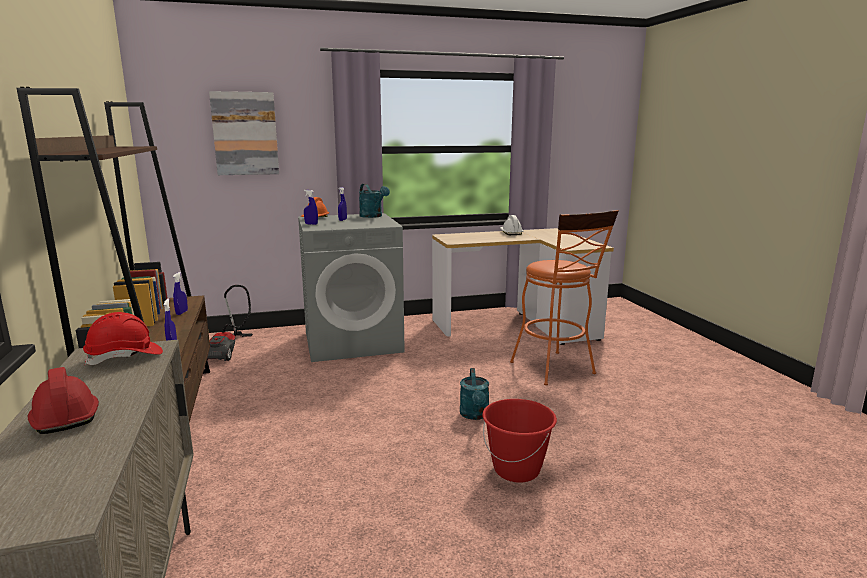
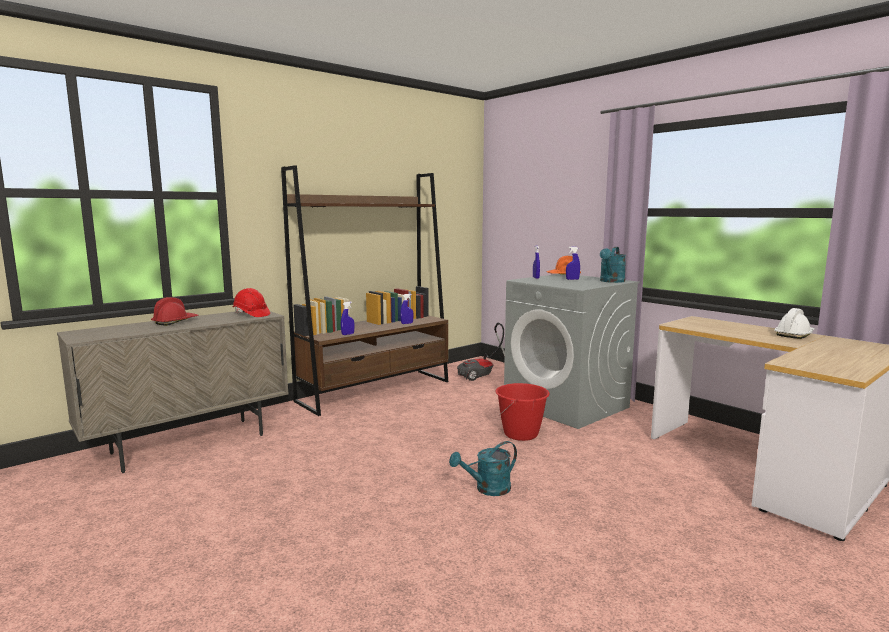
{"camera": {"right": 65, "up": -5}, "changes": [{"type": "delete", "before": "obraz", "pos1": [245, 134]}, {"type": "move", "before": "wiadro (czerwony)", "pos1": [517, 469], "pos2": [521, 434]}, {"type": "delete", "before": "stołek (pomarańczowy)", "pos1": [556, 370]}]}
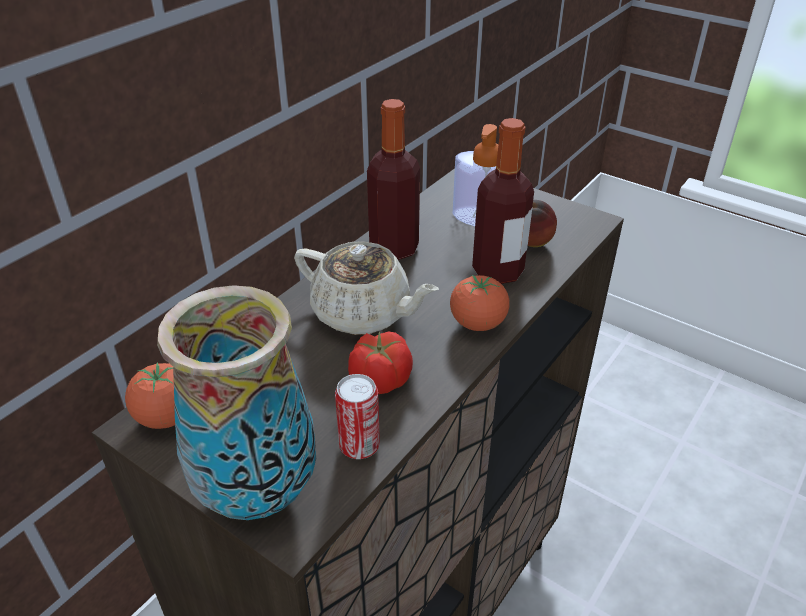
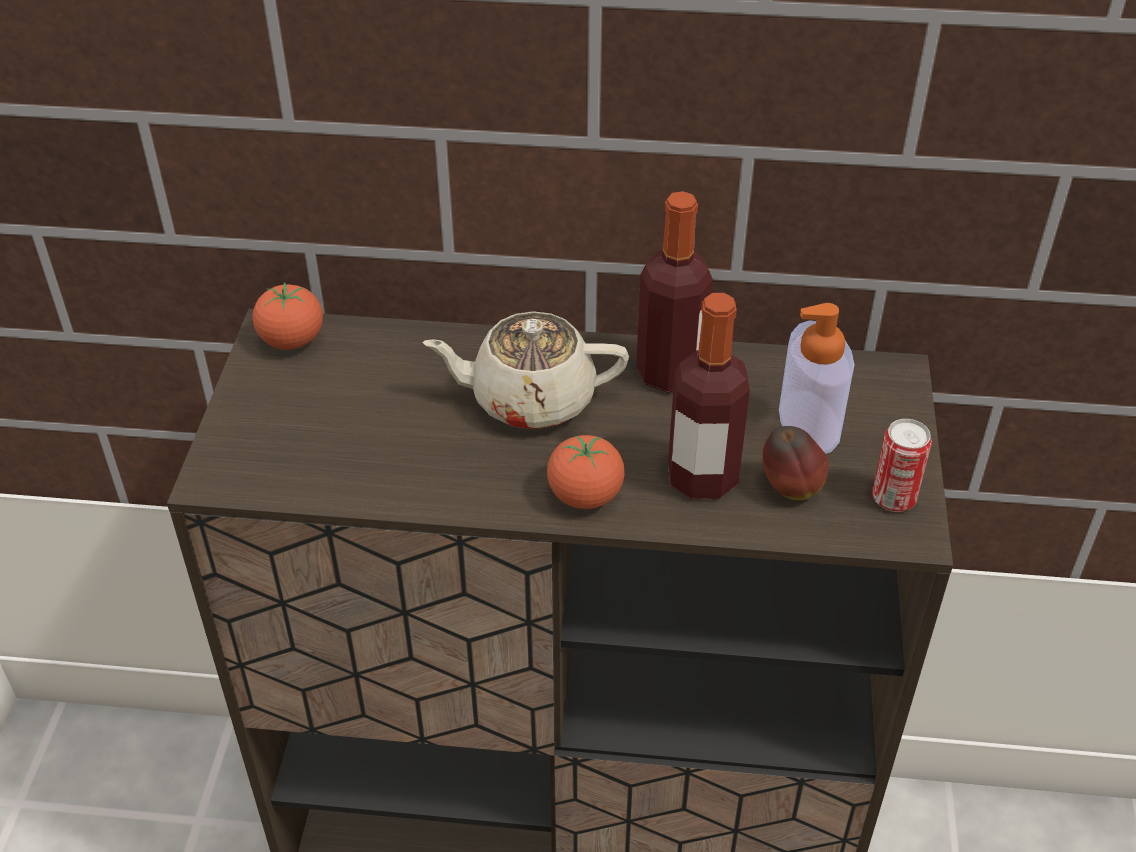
{"camera": {"right": 60, "up": 5}, "changes": [{"type": "delete", "before": "wazon", "pos1": [258, 491]}, {"type": "rotate", "before": "imbryk (beżowy)", "pos1": [363, 313], "pos2": [530, 399], "turn": 90}, {"type": "move", "before": "puszka", "pos1": [359, 446], "pos2": [893, 498]}, {"type": "delete", "before": "pomidor", "pos1": [380, 380]}]}
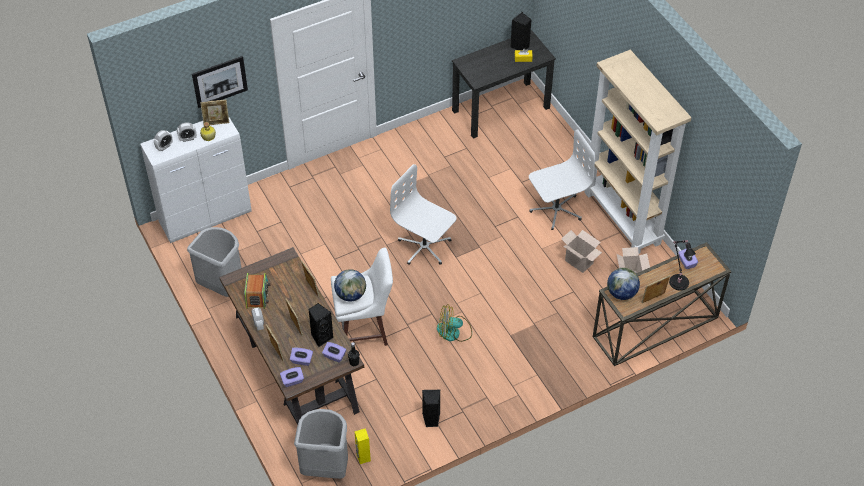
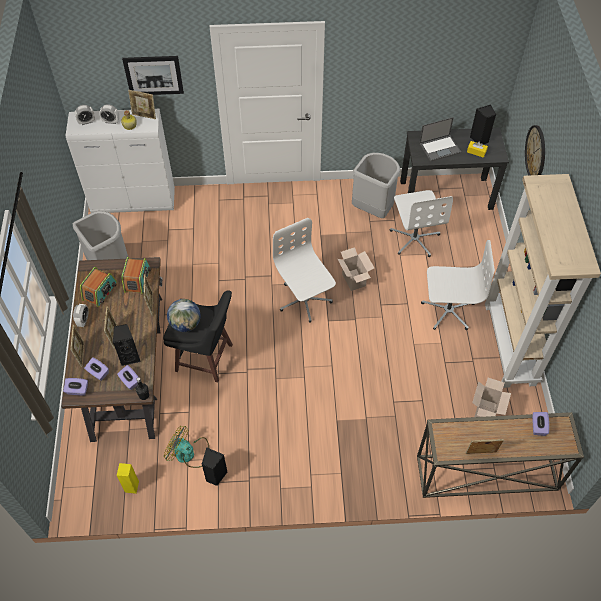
{"camera": {"right": 25, "up": 5}, "changes": [{"type": "move", "before": "kosz na śmieci (szary)", "pos1": [325, 467], "pos2": [373, 209]}, {"type": "recolor", "before": "stołek (biały)", "after": "stołek (czarny)", "pos1": [364, 330], "pos2": [205, 359]}, {"type": "move", "before": "wentylator", "pos1": [454, 332], "pos2": [189, 453]}, {"type": "move", "before": "karton", "pos1": [580, 262], "pos2": [354, 280]}, {"type": "delete", "before": "globus", "pos1": [621, 293]}, {"type": "delete", "before": "lampa stołowa (czarny)", "pos1": [678, 281]}, {"type": "insert", "after": "radio", "pos2": [137, 280]}, {"type": "insert", "after": "krzesło biurowe (biały)", "pos2": [414, 238]}, {"type": "insert", "after": "laptop", "pos2": [440, 148]}, {"type": "insert", "after": "zegar ścienny", "pos2": [536, 152]}]}
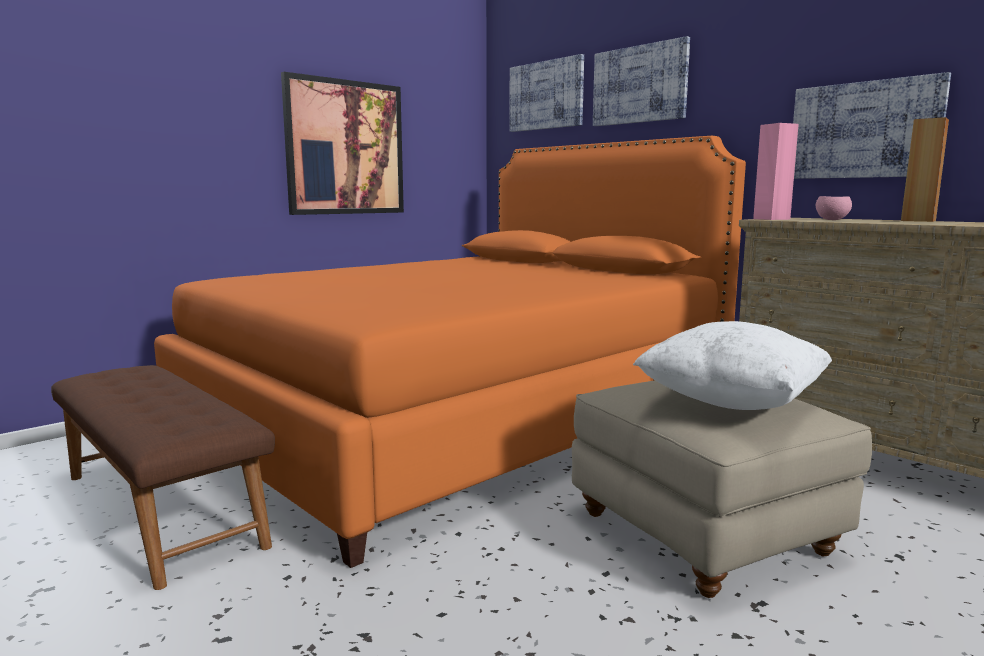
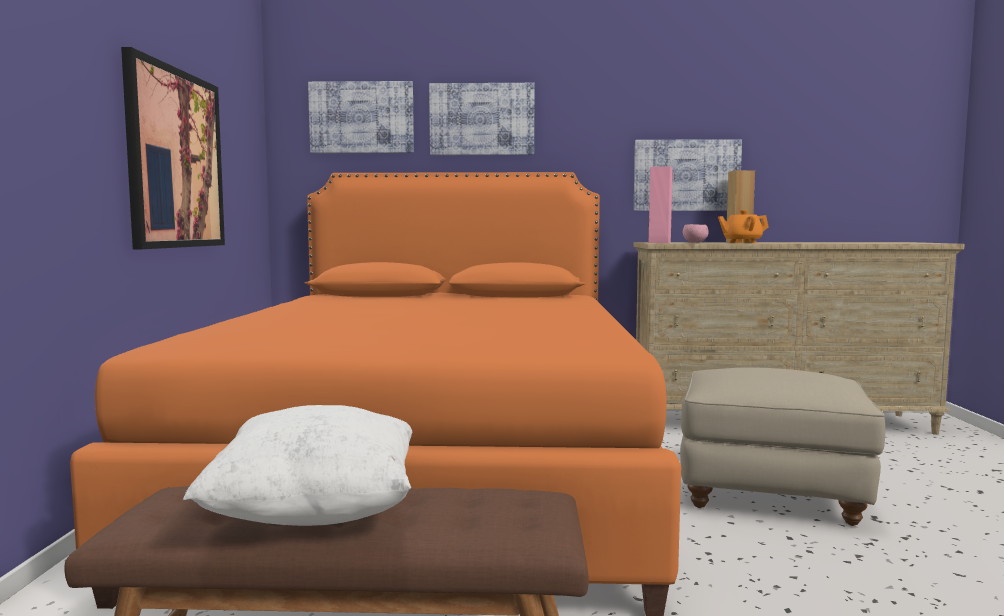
{"camera": {"right": -45, "up": -5}, "changes": [{"type": "move", "before": "poduszka (biały)", "pos1": [732, 402], "pos2": [317, 512]}, {"type": "insert", "after": "imbryk (pomarańczowy)", "pos2": [742, 242]}]}
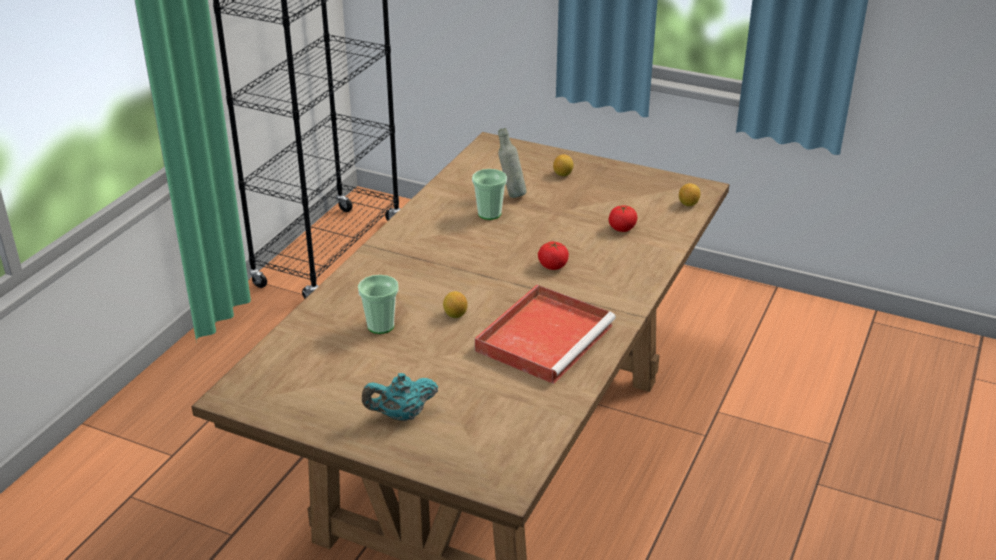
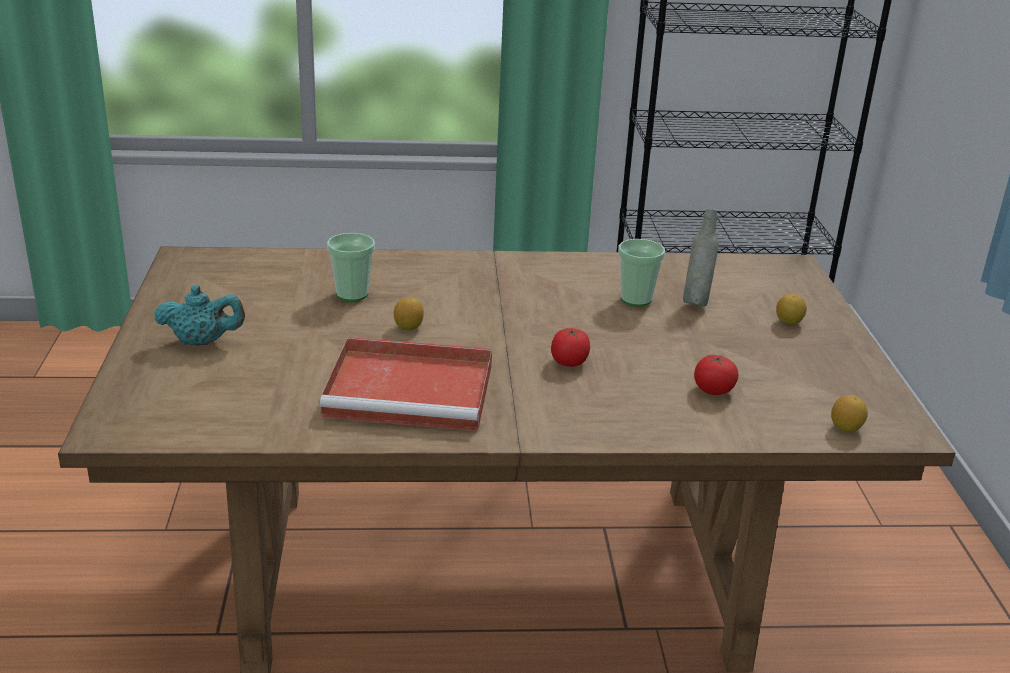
{"camera": {"right": 60, "up": -5}, "changes": [{"type": "rotate", "before": "imbryk (turkusowy)", "pos1": [401, 415], "pos2": [202, 342], "turn": 135}]}
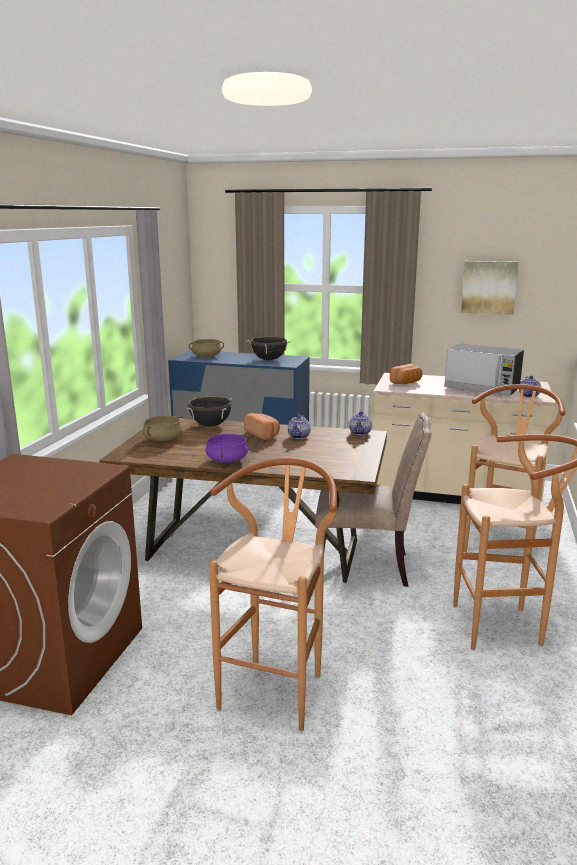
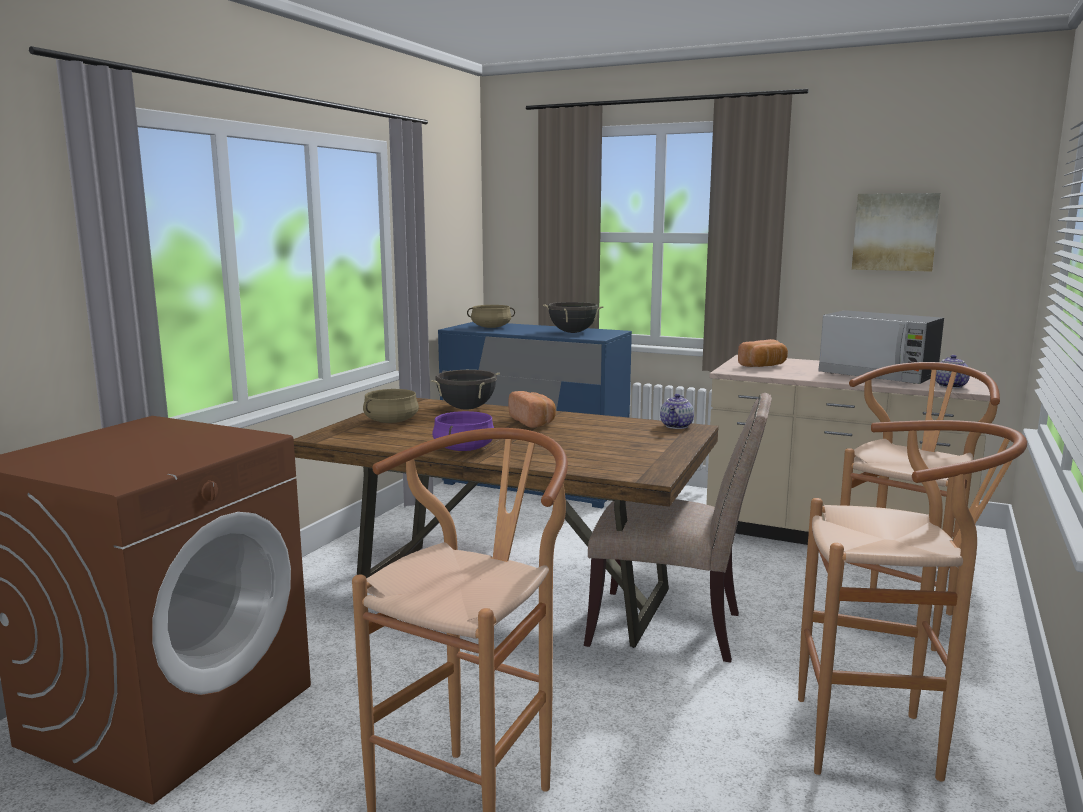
{"camera": {"right": 10, "up": -5}, "changes": [{"type": "delete", "before": "imbryk", "pos1": [299, 436]}]}
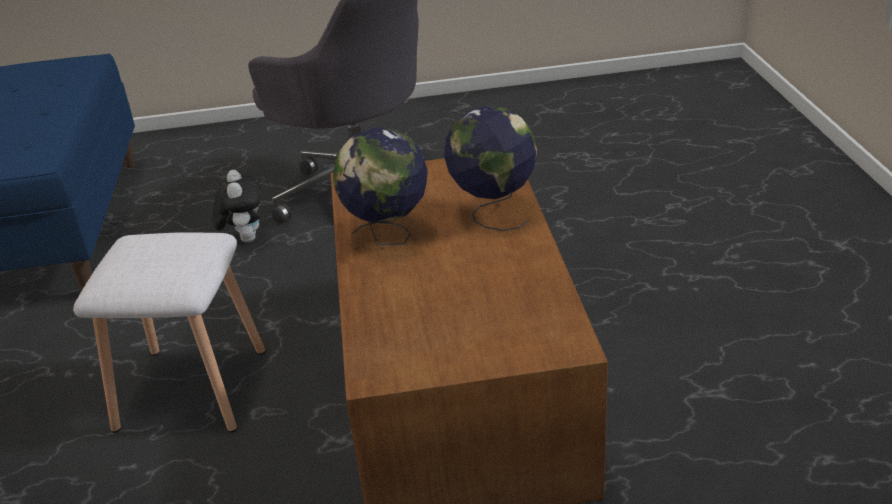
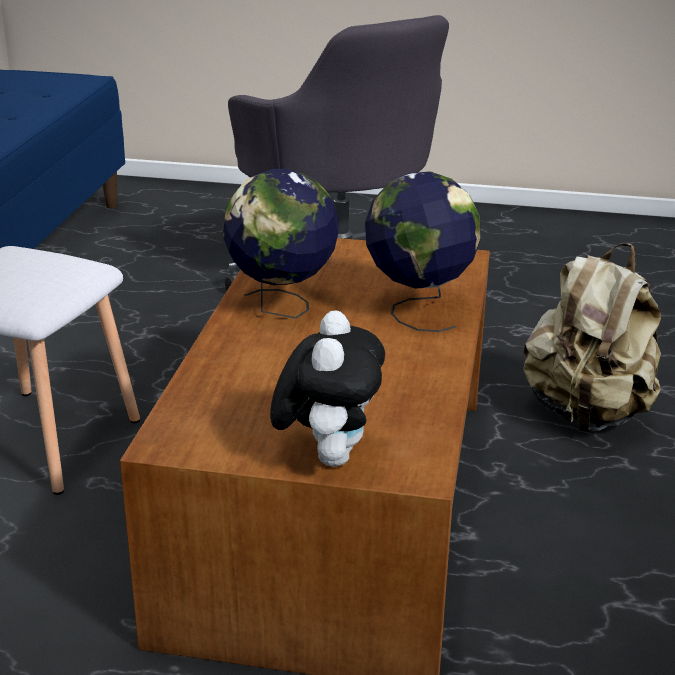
{"camera": {"right": 15, "up": -5}, "changes": [{"type": "move", "before": "pluszak", "pos1": [245, 238], "pos2": [327, 455]}, {"type": "insert", "after": "plecak (beżowy)", "pos2": [587, 413]}]}
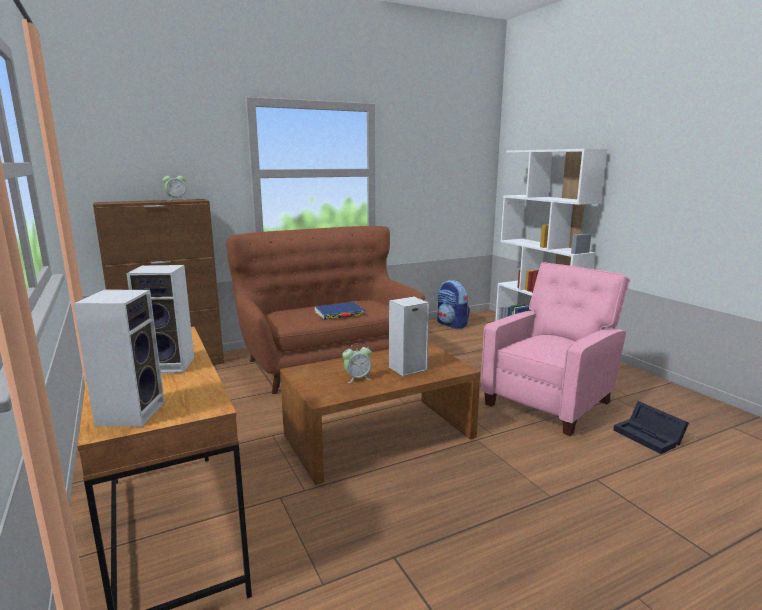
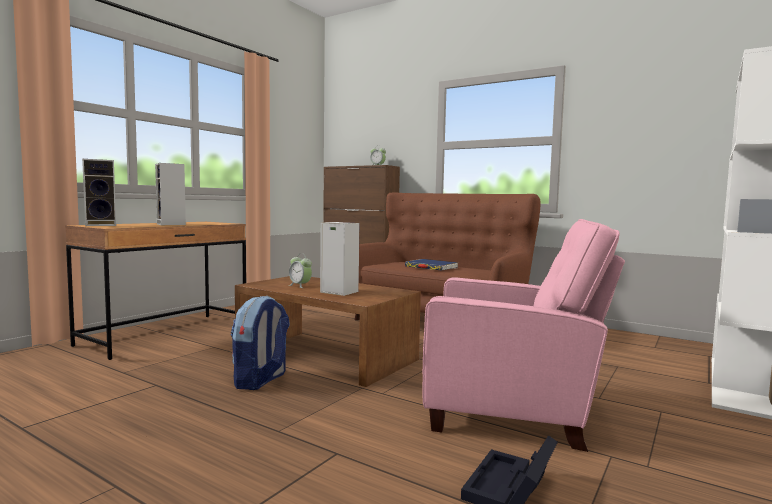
{"camera": {"right": 60, "up": -10}, "changes": [{"type": "move", "before": "plecak", "pos1": [452, 324], "pos2": [261, 380]}]}
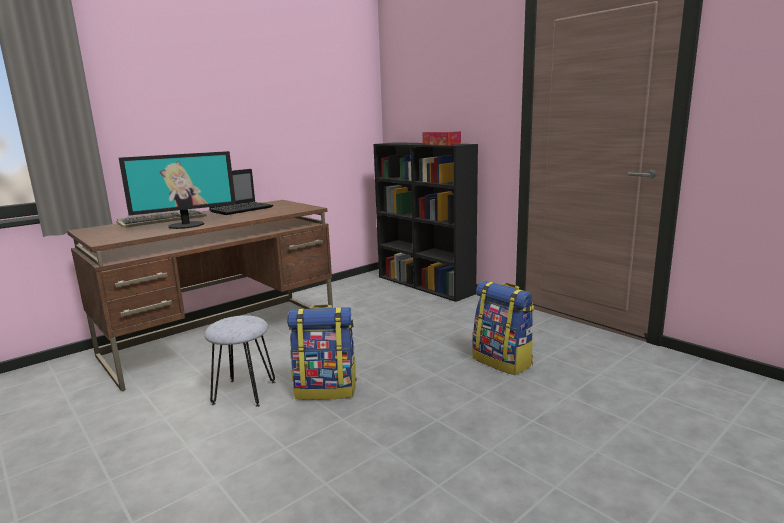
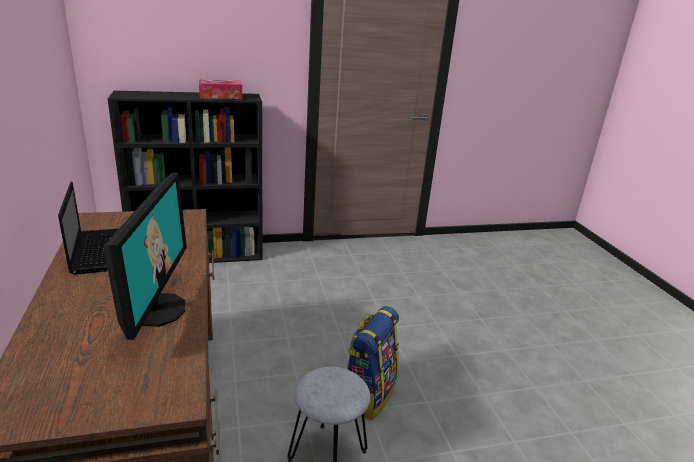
{"camera": {"right": -65, "up": 10}, "changes": [{"type": "delete", "before": "klawiatura", "pos1": [162, 221]}, {"type": "delete", "before": "plecak", "pos1": [503, 361]}]}
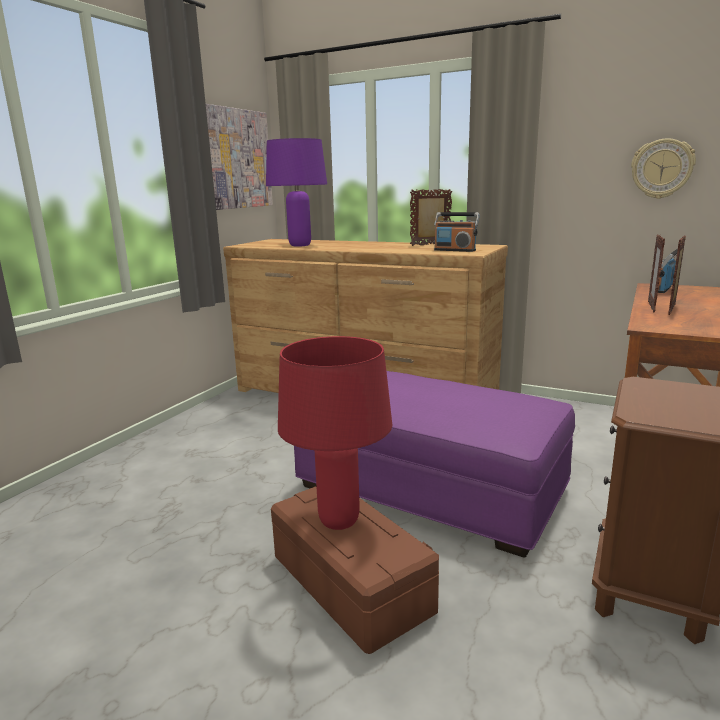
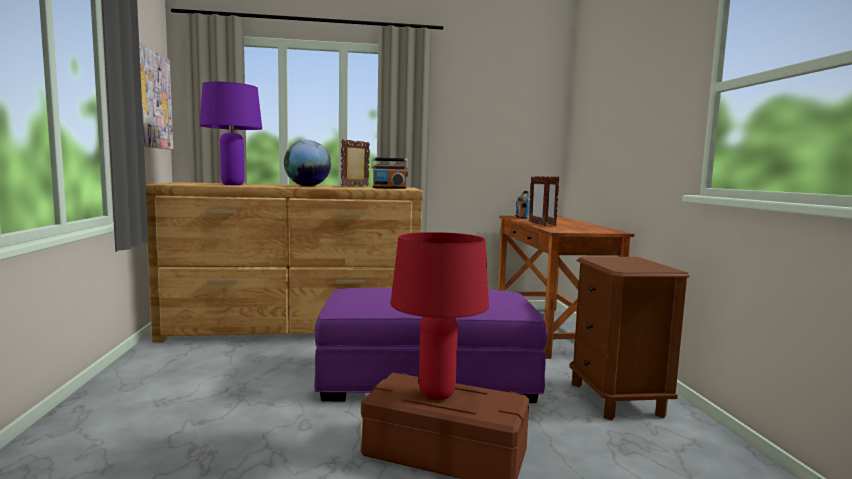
{"camera": {"right": -35, "up": -10}, "changes": [{"type": "delete", "before": "zegar ścienny", "pos1": [662, 169]}, {"type": "insert", "after": "globus", "pos2": [307, 186]}]}
